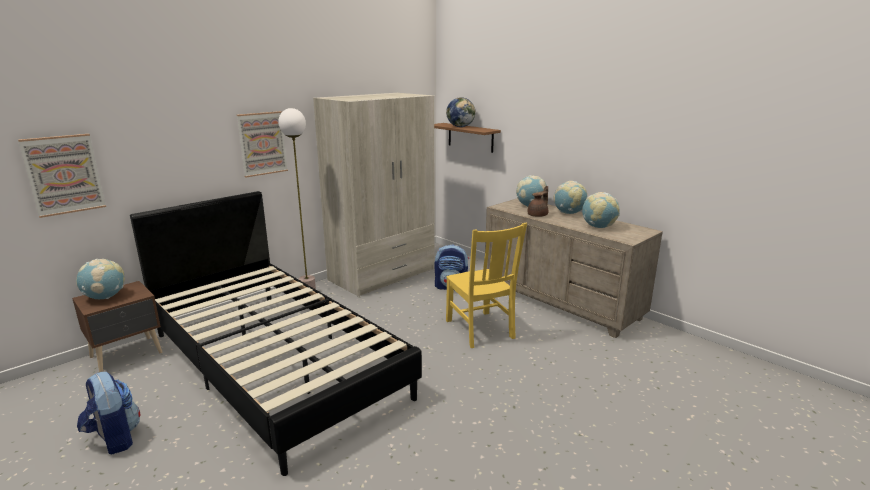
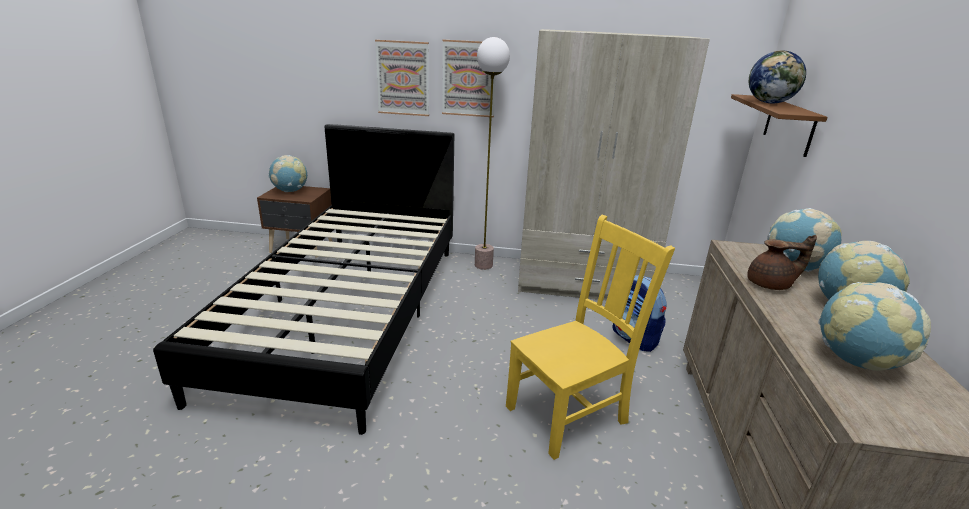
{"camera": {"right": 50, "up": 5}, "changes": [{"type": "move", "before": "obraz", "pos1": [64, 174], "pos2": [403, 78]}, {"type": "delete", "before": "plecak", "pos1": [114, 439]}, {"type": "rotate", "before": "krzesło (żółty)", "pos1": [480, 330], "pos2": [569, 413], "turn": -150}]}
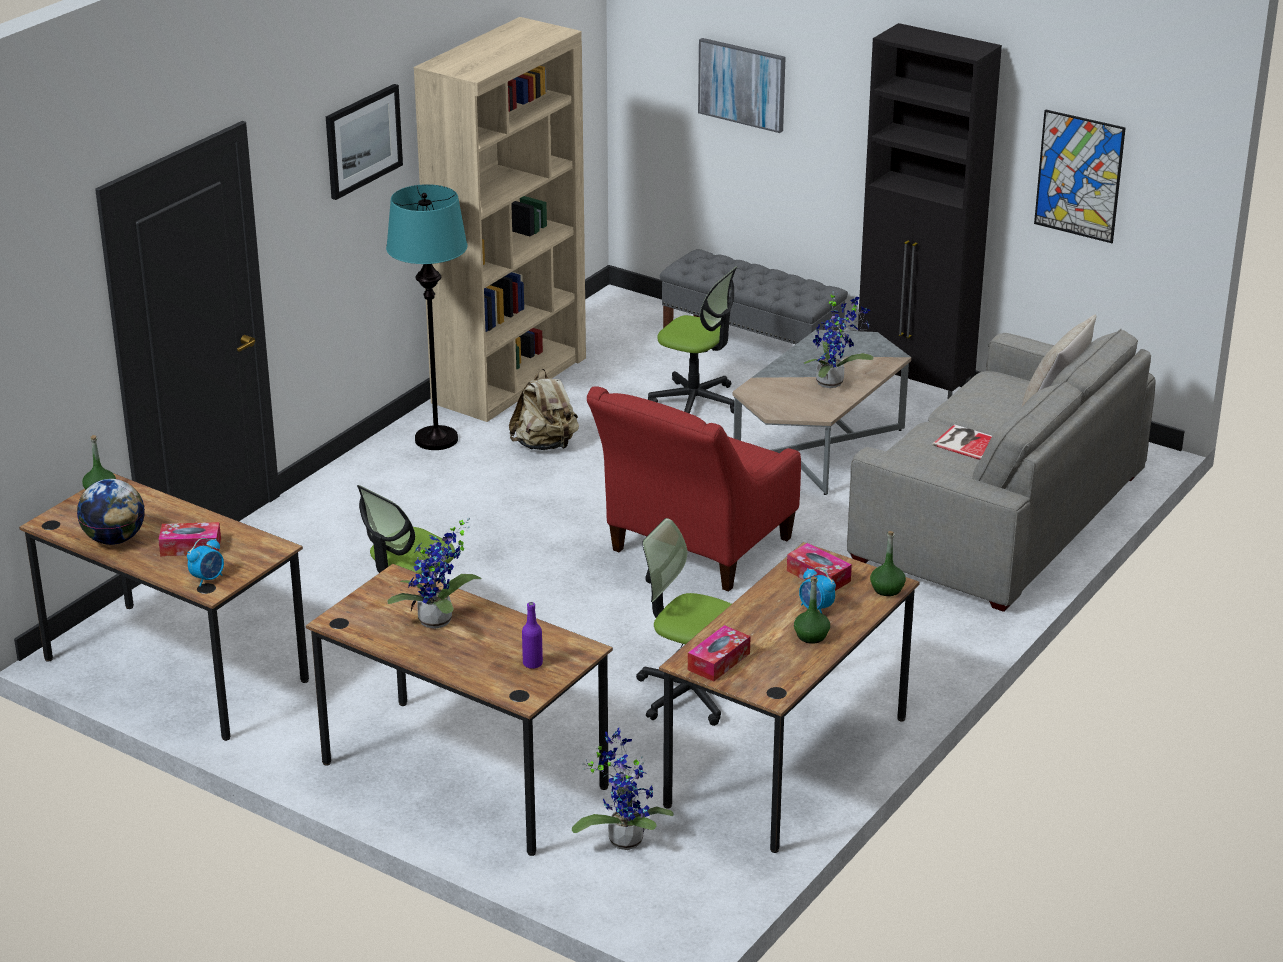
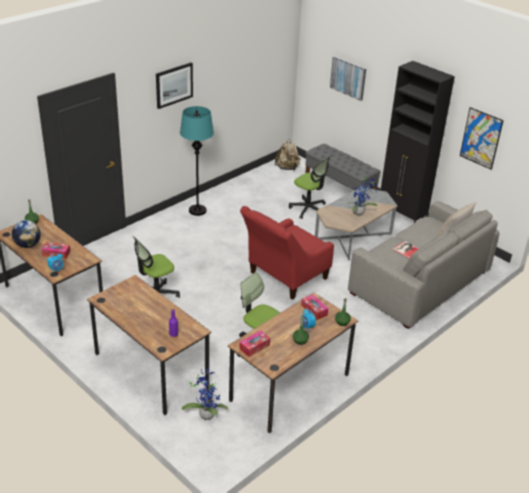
{"camera": {"right": 10, "up": 5}, "changes": [{"type": "delete", "before": "roślina doniczkowa", "pos1": [438, 622]}, {"type": "delete", "before": "regał (beżowy)", "pos1": [510, 380]}, {"type": "move", "before": "plecak (beżowy)", "pos1": [545, 445], "pos2": [287, 168]}]}
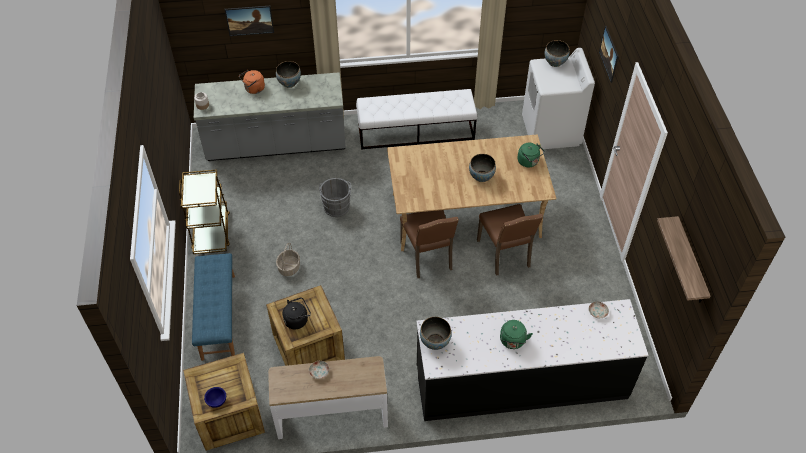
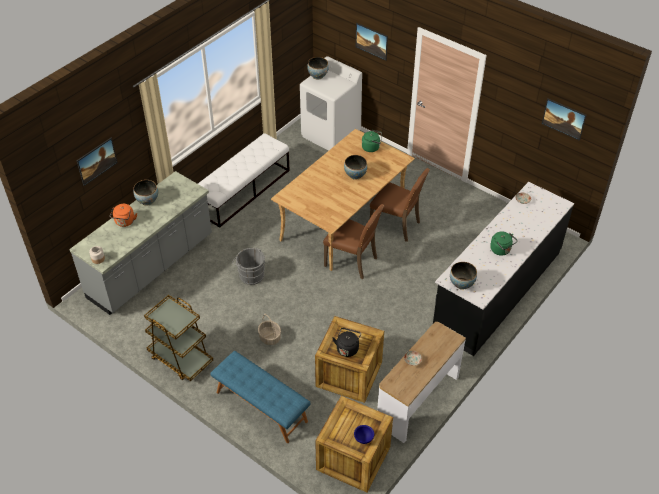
{"camera": {"right": -45, "up": -5}, "changes": [{"type": "replace", "before": "półka", "after": "obraz", "pos1": [690, 262], "pos2": [562, 125]}]}
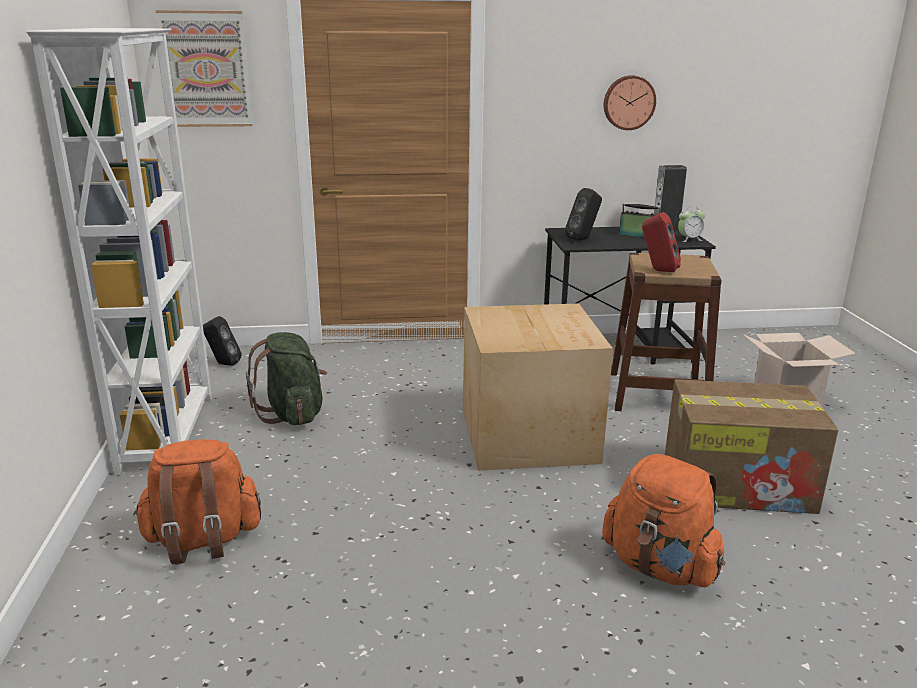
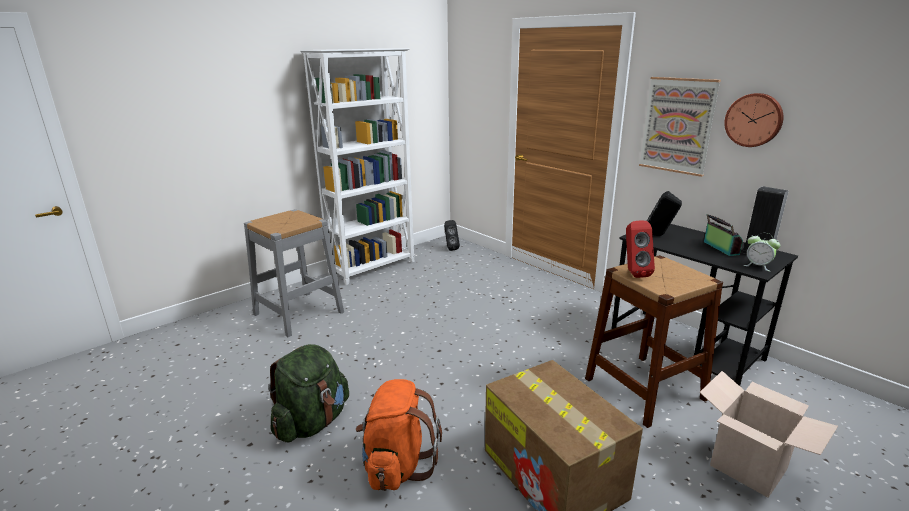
{"camera": {"right": 55, "up": 0}, "changes": [{"type": "replace", "before": "plecak (pomarańczowy)", "after": "stołek (szary)", "pos1": [202, 540], "pos2": [298, 313]}, {"type": "move", "before": "obraz", "pos1": [206, 69], "pos2": [677, 125]}, {"type": "move", "before": "plecak (zielony)", "pos1": [293, 414], "pos2": [312, 422]}, {"type": "delete", "before": "karton", "pos1": [530, 435]}]}
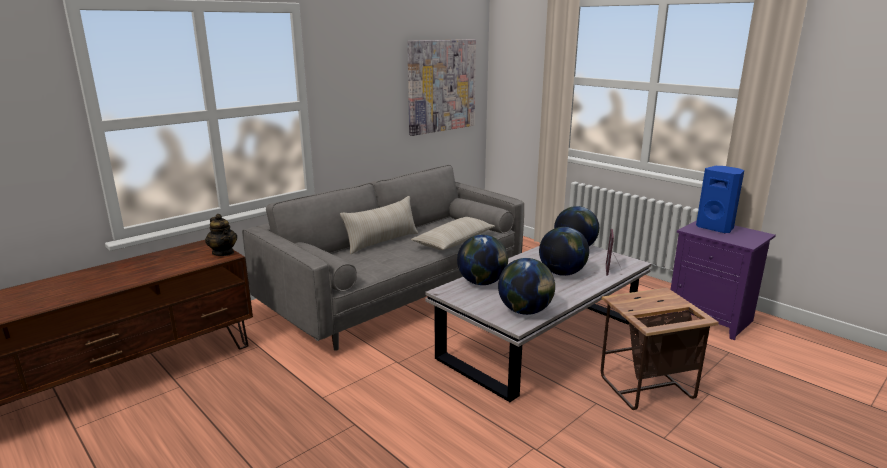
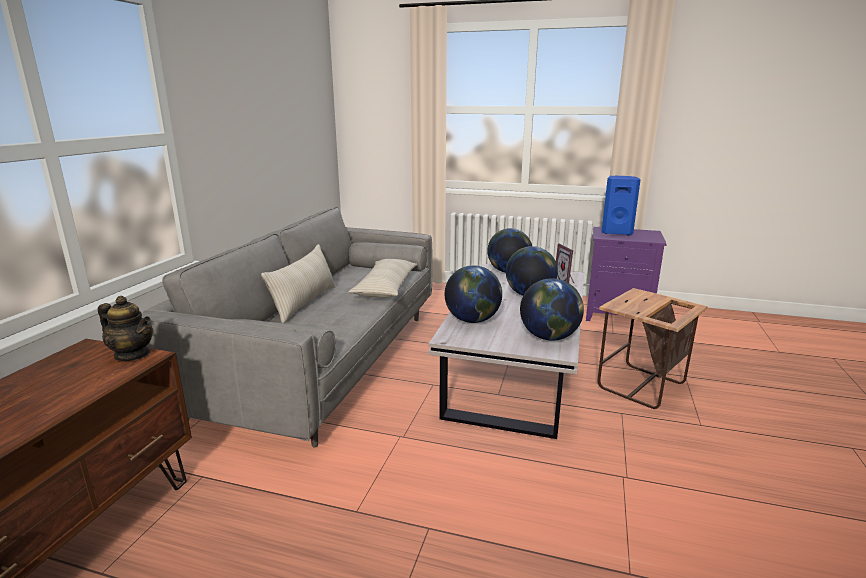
{"camera": {"right": -30, "up": 0}, "changes": [{"type": "delete", "before": "obraz", "pos1": [441, 86]}]}
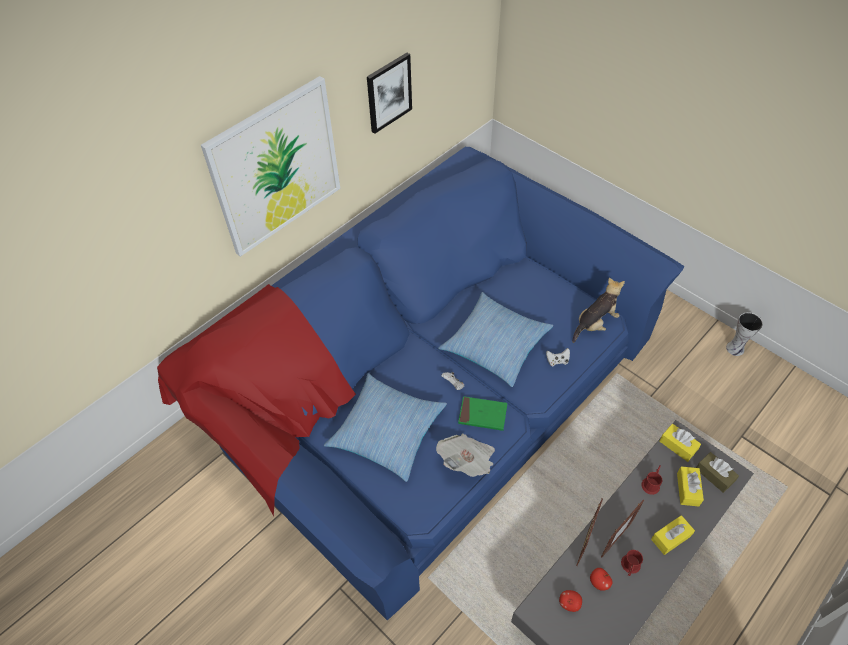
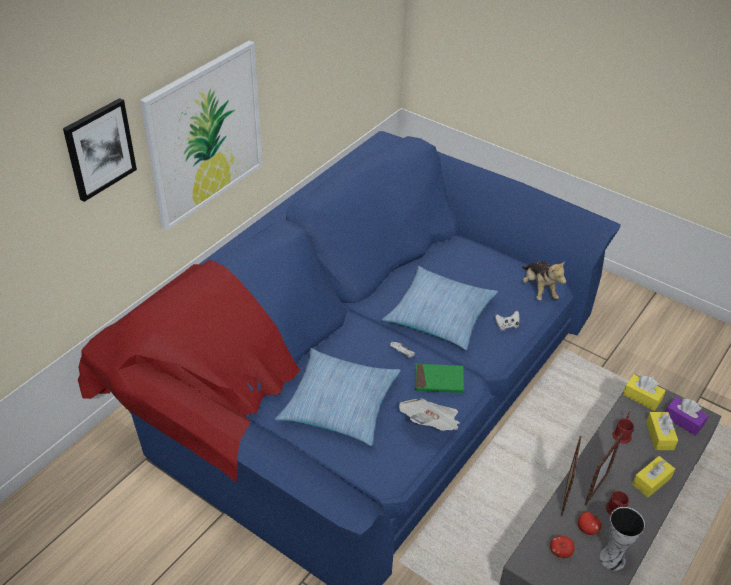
{"camera": {"right": -10, "up": -10}, "changes": [{"type": "move", "before": "obraz", "pos1": [388, 92], "pos2": [99, 149]}, {"type": "rotate", "before": "pluszak", "pos1": [595, 323], "pos2": [538, 289], "turn": 120}, {"type": "recolor", "before": "pudełko chusteczek (brązowy)", "after": "pudełko chusteczek (fioletowy)", "pos1": [714, 475], "pos2": [683, 420]}, {"type": "move", "before": "wazon", "pos1": [735, 348], "pos2": [613, 558]}]}
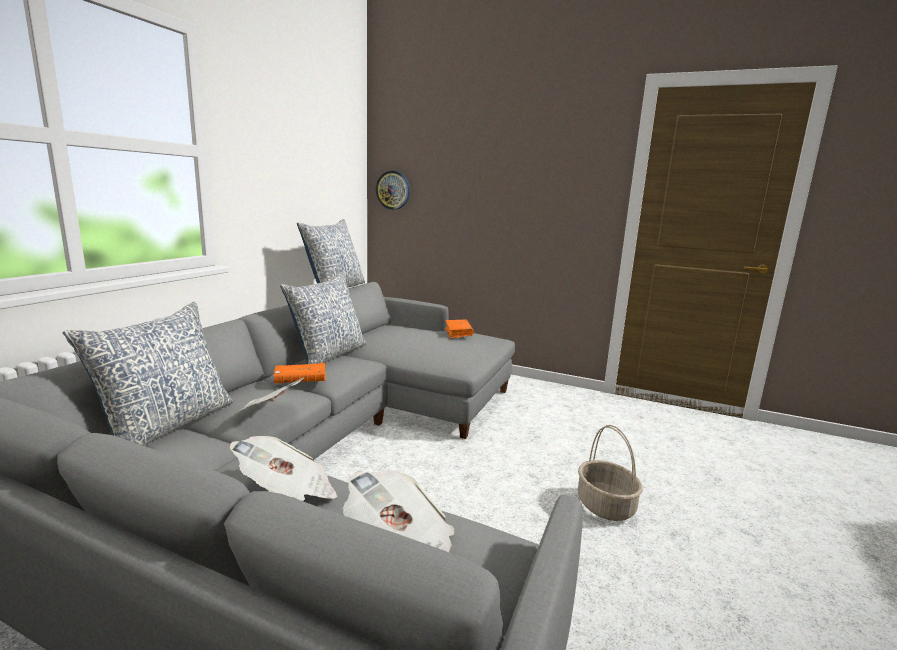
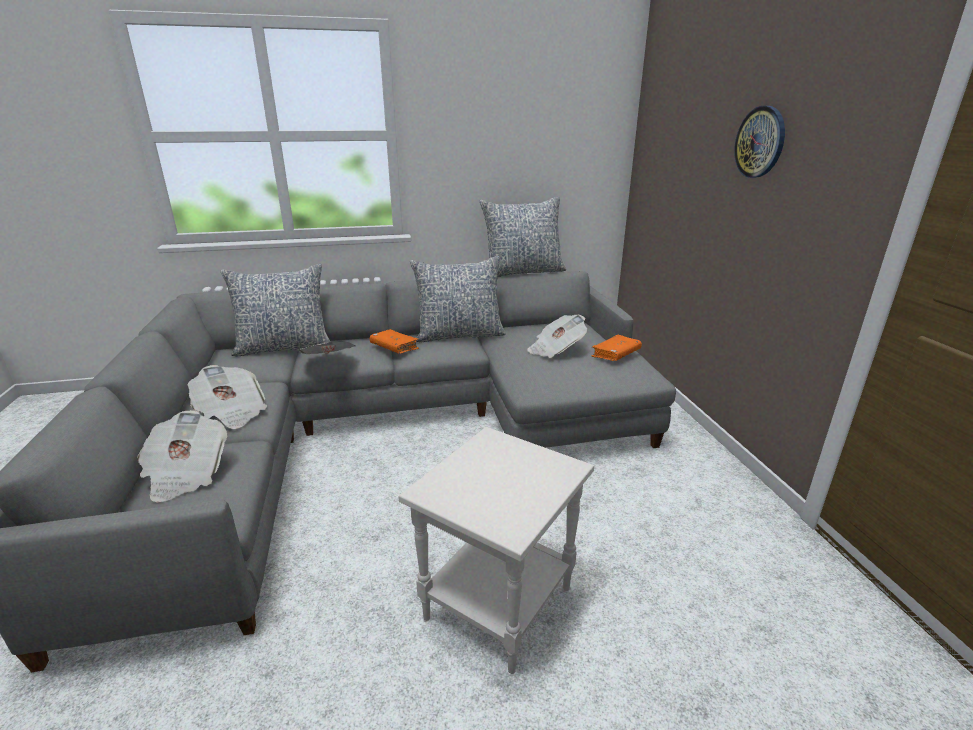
{"camera": {"right": 55, "up": 10}, "changes": [{"type": "move", "before": "zegar ścienny", "pos1": [393, 190], "pos2": [760, 142]}, {"type": "replace", "before": "koszyk", "after": "stolik (biały)", "pos1": [606, 506], "pos2": [499, 605]}, {"type": "insert", "after": "gazeta", "pos2": [555, 350]}]}
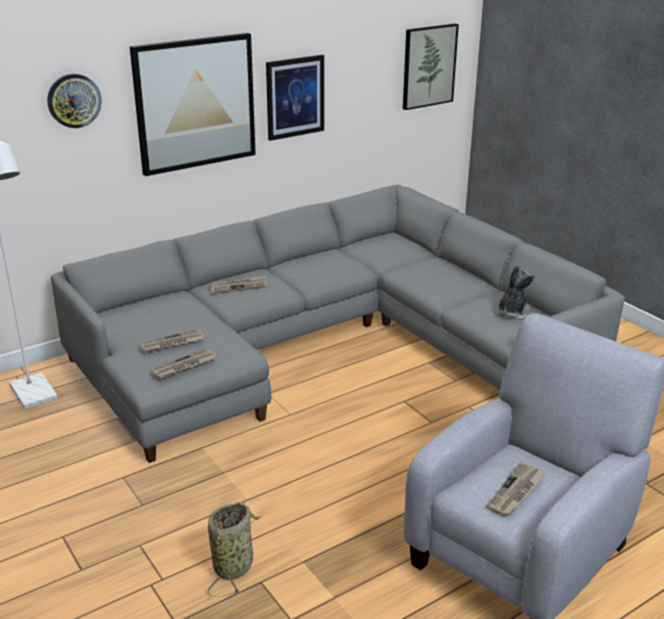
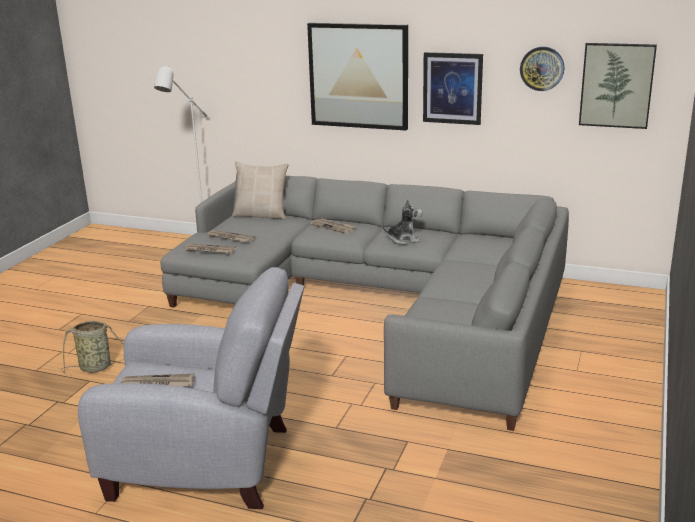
{"camera": {"right": 55, "up": -5}, "changes": [{"type": "move", "before": "zegar ścienny", "pos1": [74, 100], "pos2": [542, 68]}, {"type": "move", "before": "pluszak", "pos1": [512, 312], "pos2": [403, 240]}, {"type": "insert", "after": "poduszka (beżowy)", "pos2": [261, 215]}]}
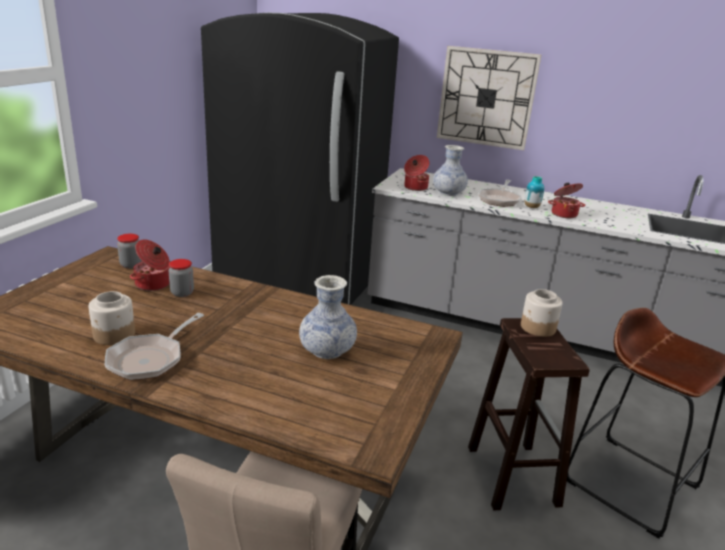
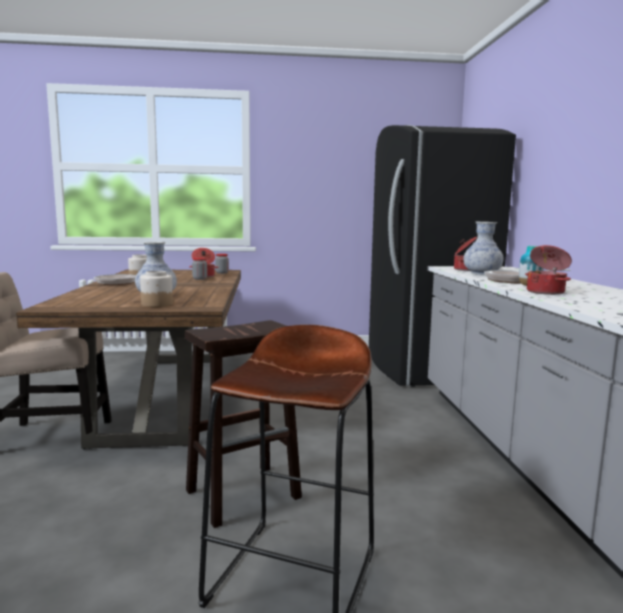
{"camera": {"right": 65, "up": -15}, "changes": [{"type": "delete", "before": "zegar ścienny", "pos1": [486, 98]}, {"type": "move", "before": "słoik", "pos1": [538, 328], "pos2": [156, 304]}]}
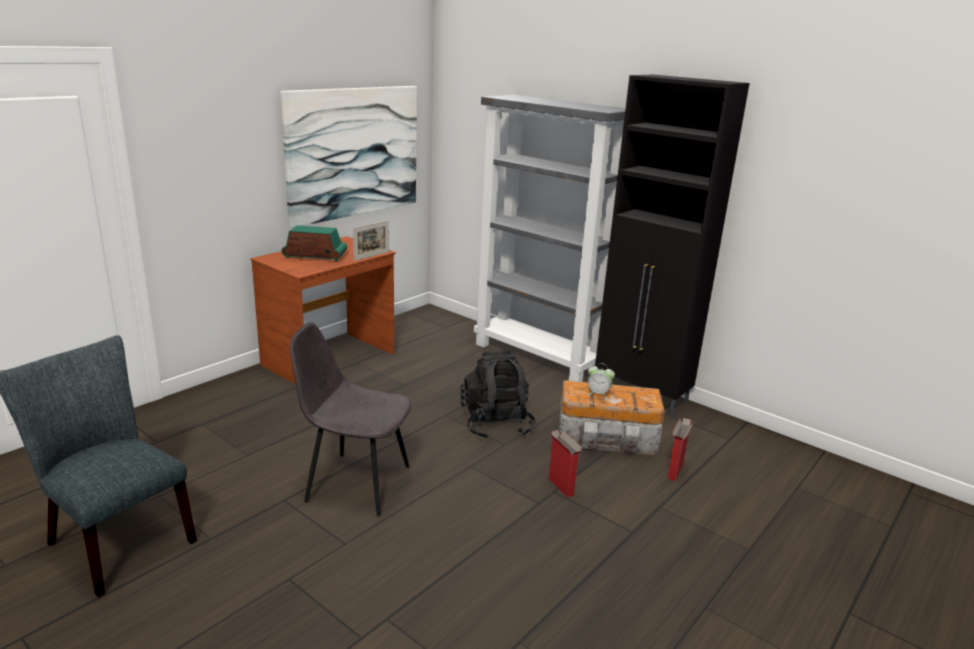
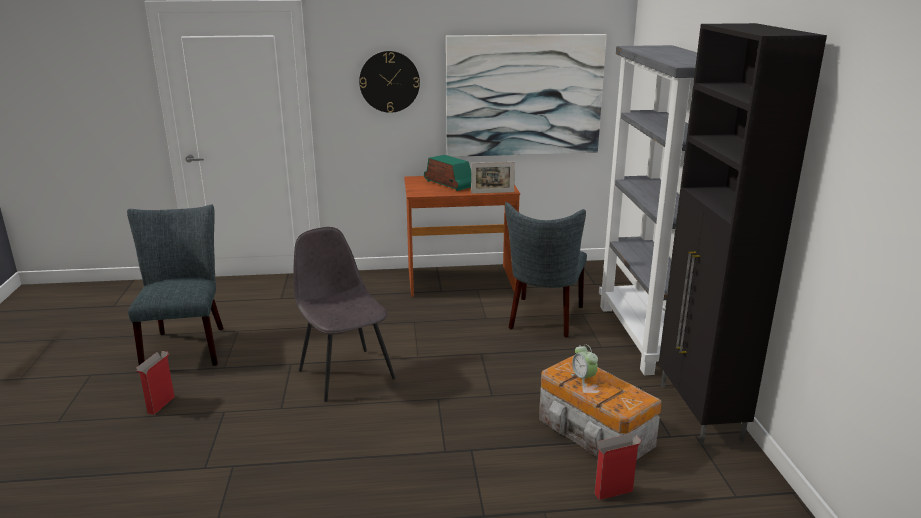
{"camera": {"right": 45, "up": 0}, "changes": [{"type": "delete", "before": "plecak (czarny)", "pos1": [496, 424]}, {"type": "move", "before": "karton", "pos1": [561, 487], "pos2": [160, 405]}, {"type": "insert", "after": "zegar ścienny", "pos2": [389, 82]}, {"type": "insert", "after": "krzesło (szary)", "pos2": [544, 319]}]}
